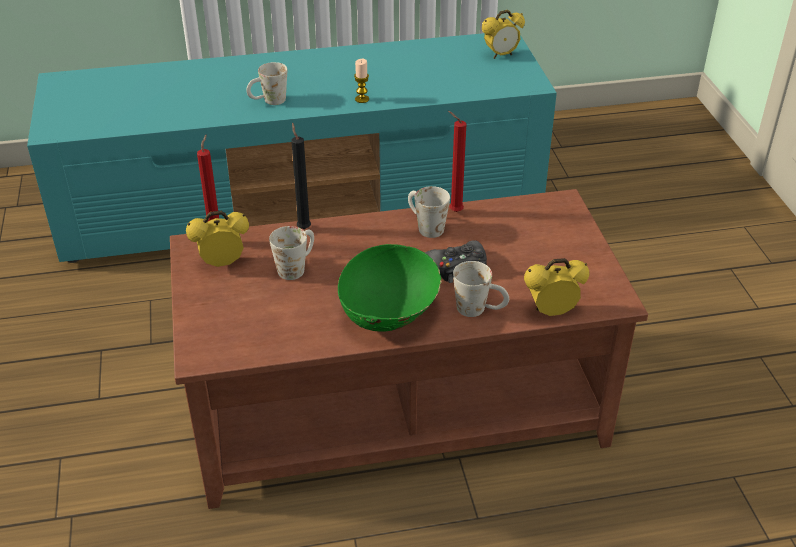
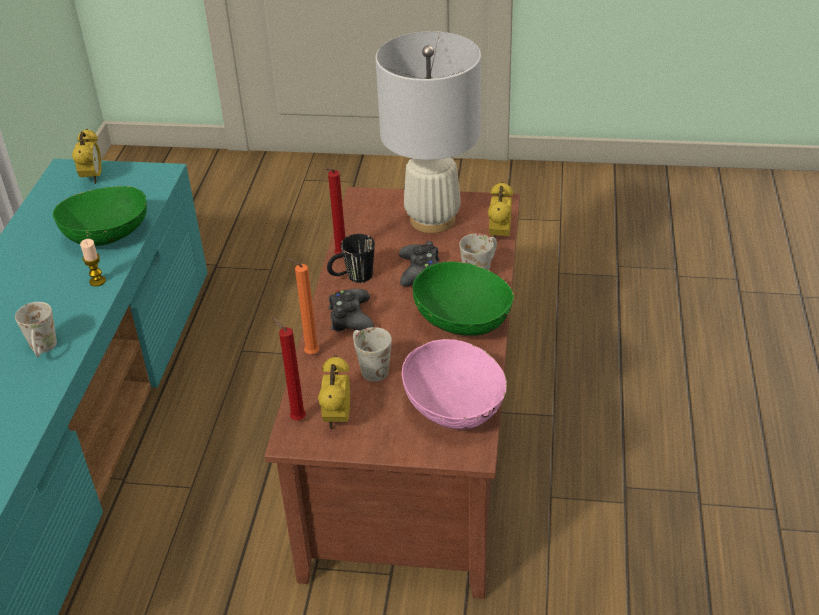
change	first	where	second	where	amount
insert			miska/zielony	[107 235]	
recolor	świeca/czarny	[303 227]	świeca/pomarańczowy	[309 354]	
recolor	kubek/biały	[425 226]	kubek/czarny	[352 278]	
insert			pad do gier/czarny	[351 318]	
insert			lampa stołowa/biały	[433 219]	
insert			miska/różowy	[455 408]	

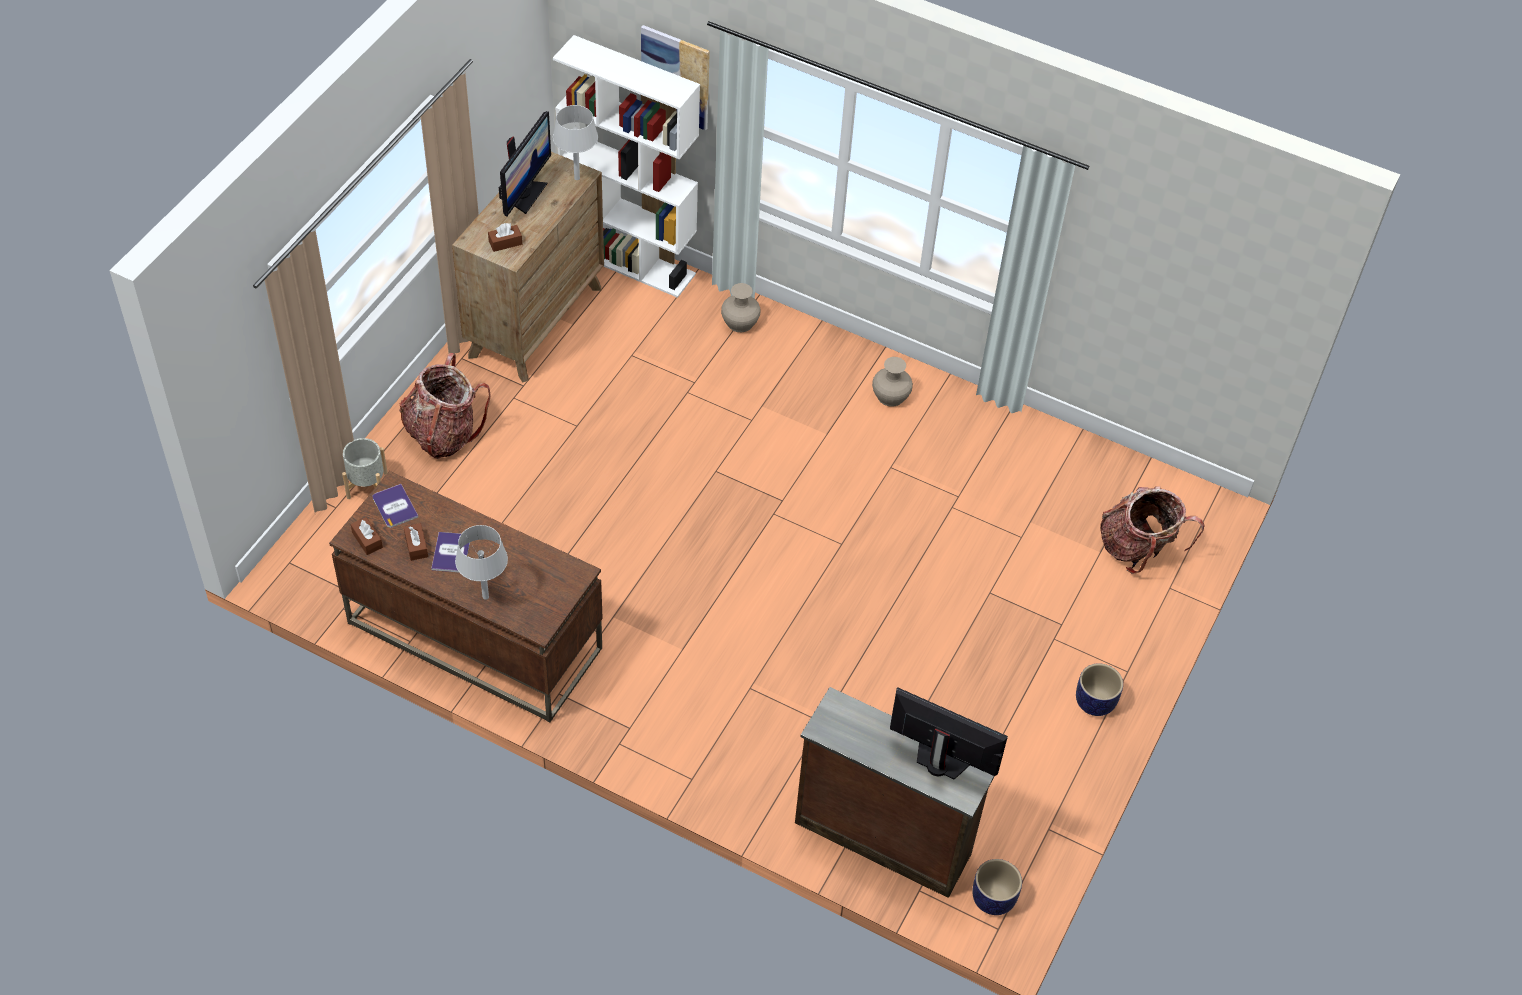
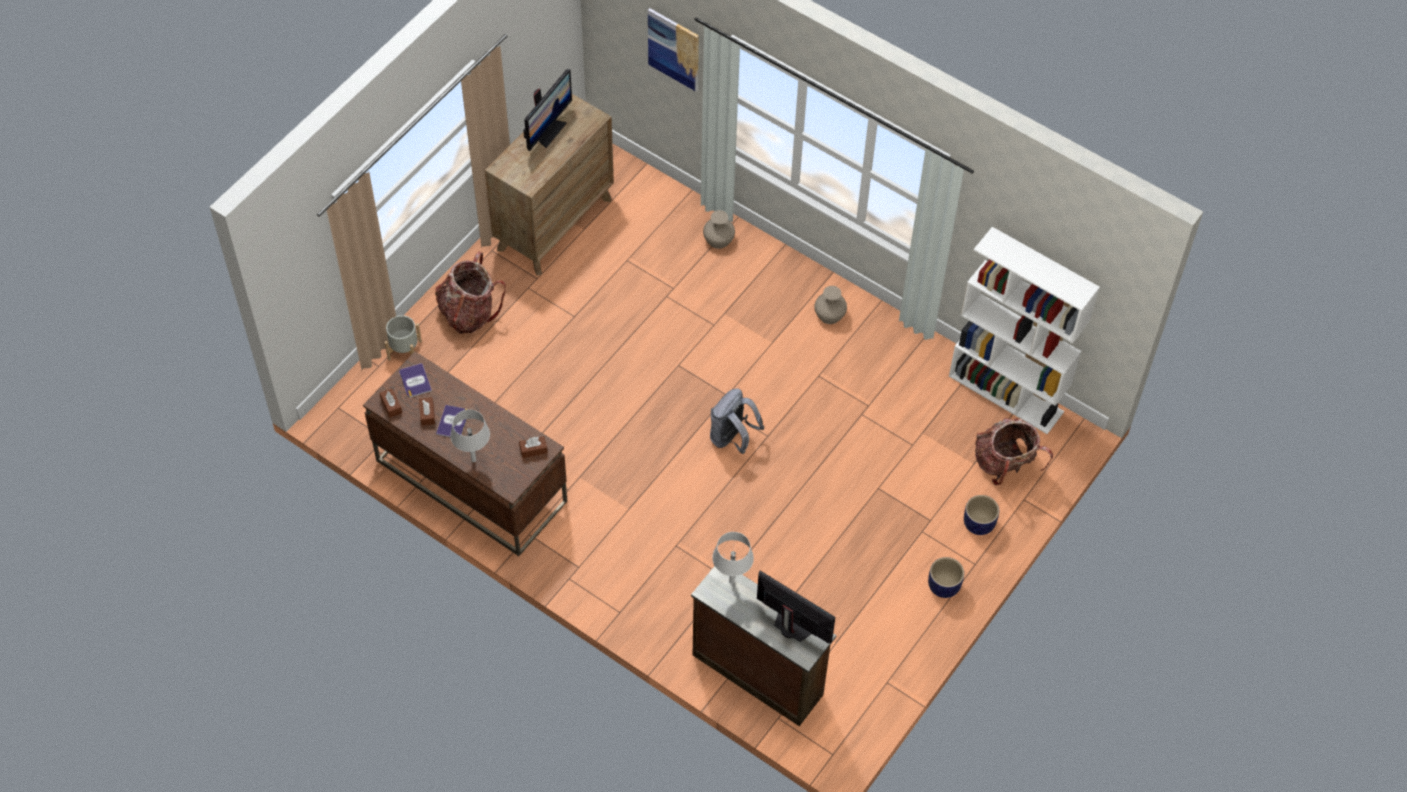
change	first	where	second	where	amount
move	pudełko chusteczek/brązowy	[505 243]		[533 450]	
insert			plecak/szary	[732 438]	
move	lampa stołowa/szary	[577 178]		[732 581]	
move	regał/biały	[629 261]		[1007 394]	
move	donica	[993 899]		[979 524]	

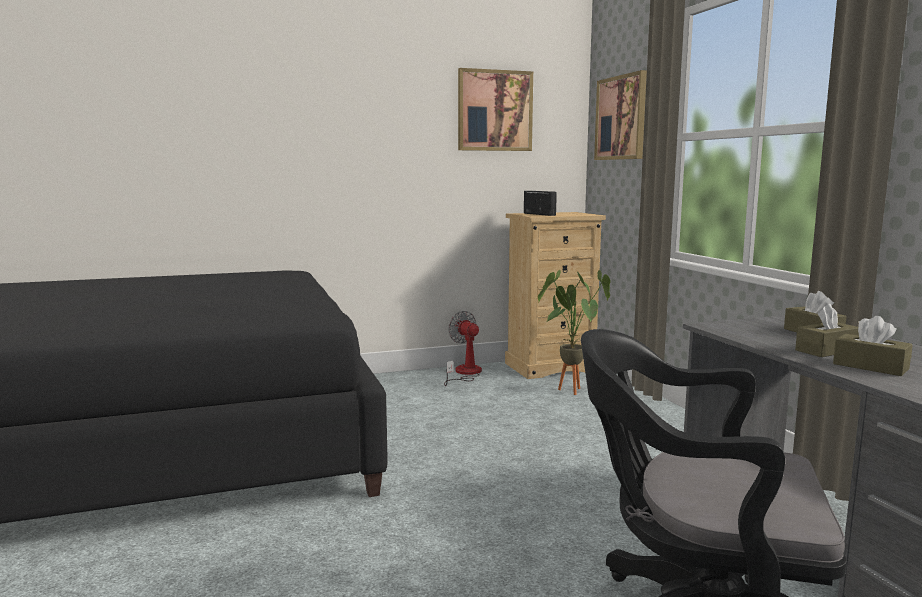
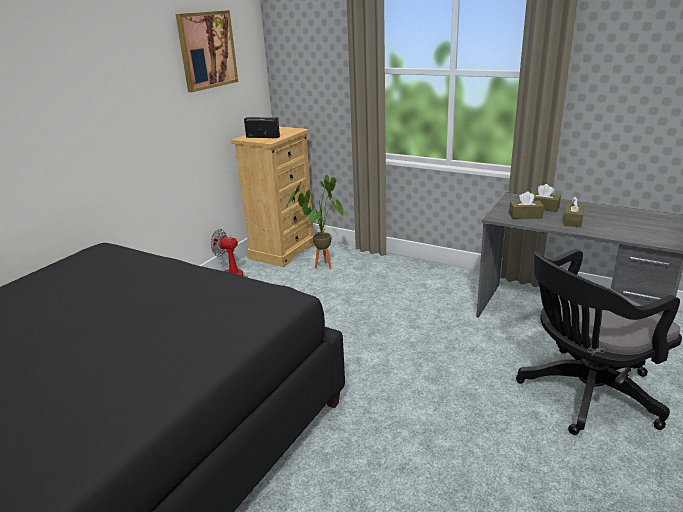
change	first	where	second	where	amount
move	pudełko chusteczek/brązowy	[870 366]		[525 215]	
delete	obraz	[621 118]			

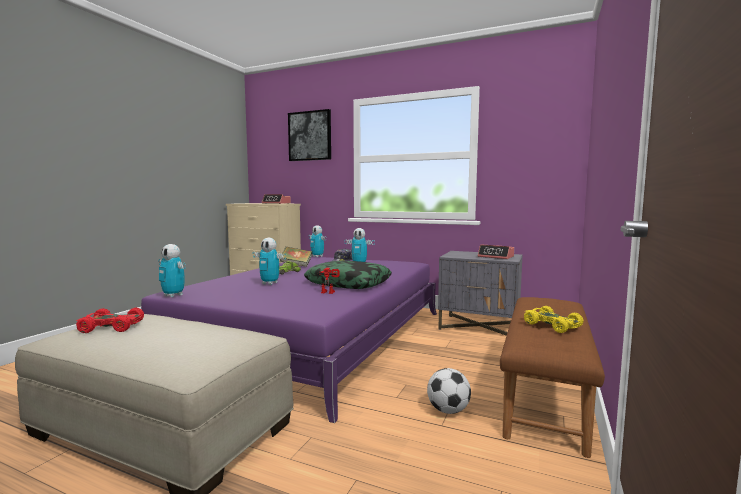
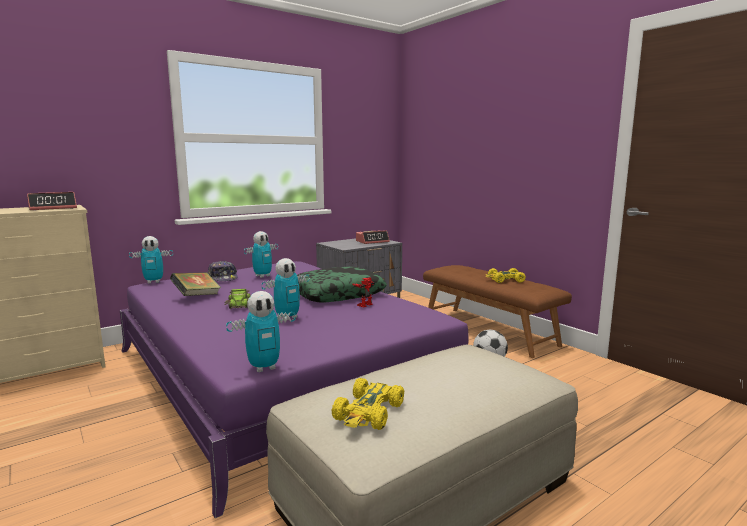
change	first	where	second	where	amount
recolor	samochodzik/czerwony	[111 327]	samochodzik/żółty	[369 413]	
delete	obraz	[310 136]			

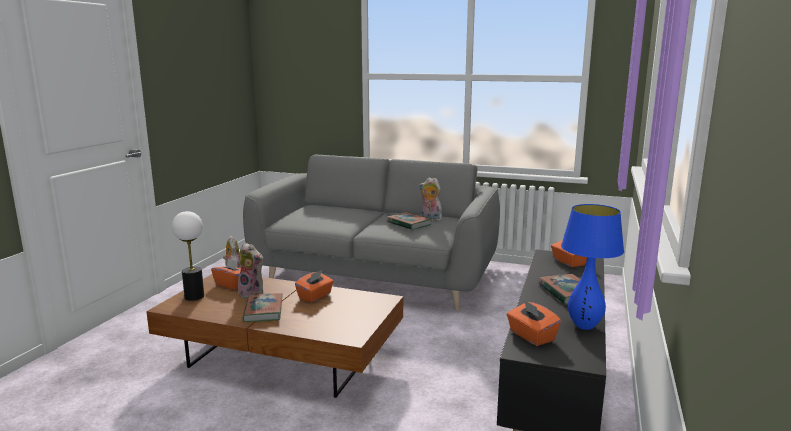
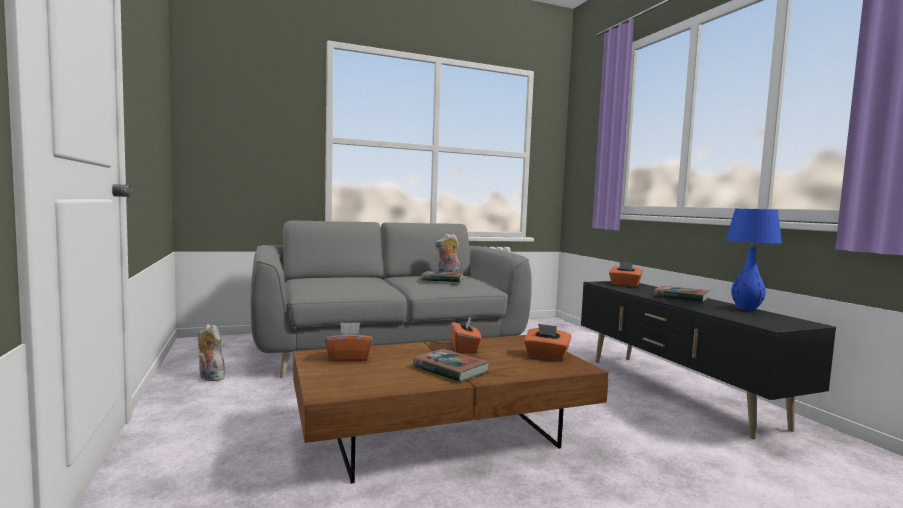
change	first	where	second	where	amount
move	pudełko chusteczek/pomarańczowy	[531 336]		[546 356]	
delete	lampa stołowa	[194 296]			
delete	pluszak	[253 294]			

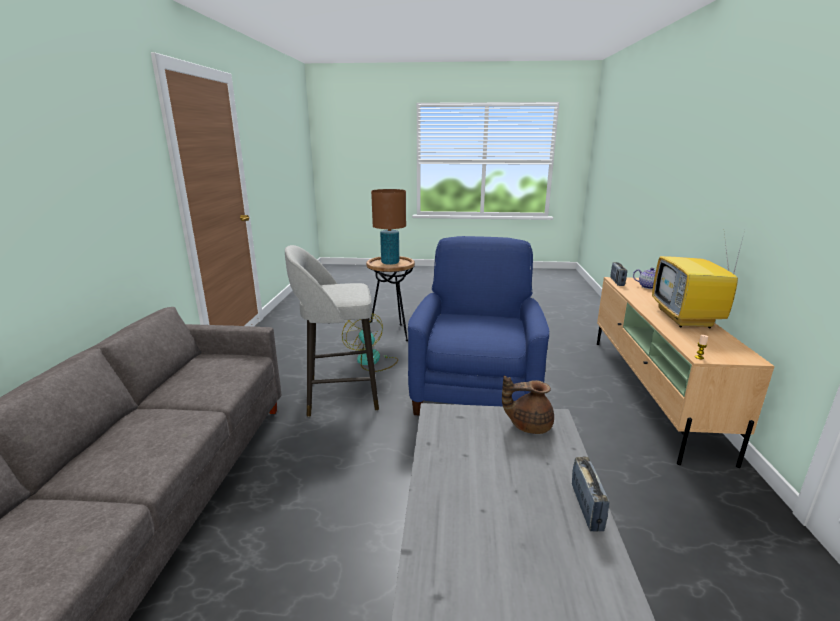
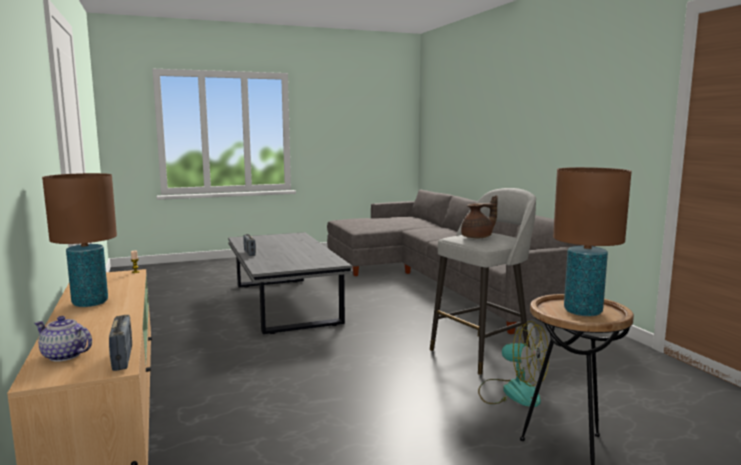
change	first	where	second	where	amount
replace	telewizor	[686 319]	lampa stołowa/brązowy	[90 303]	
move	imbryk/brązowy	[528 425]		[478 237]	
delete	fotel/niebieski	[475 390]			

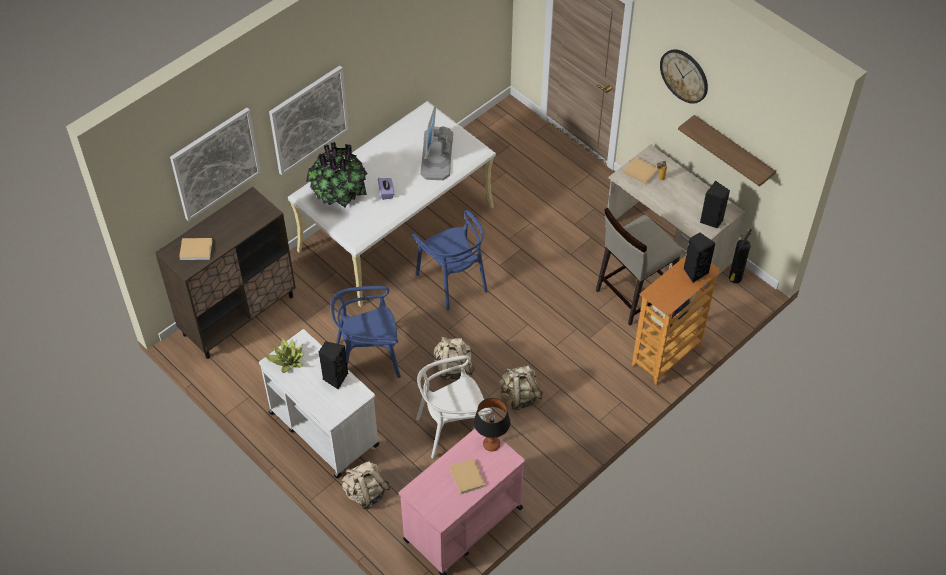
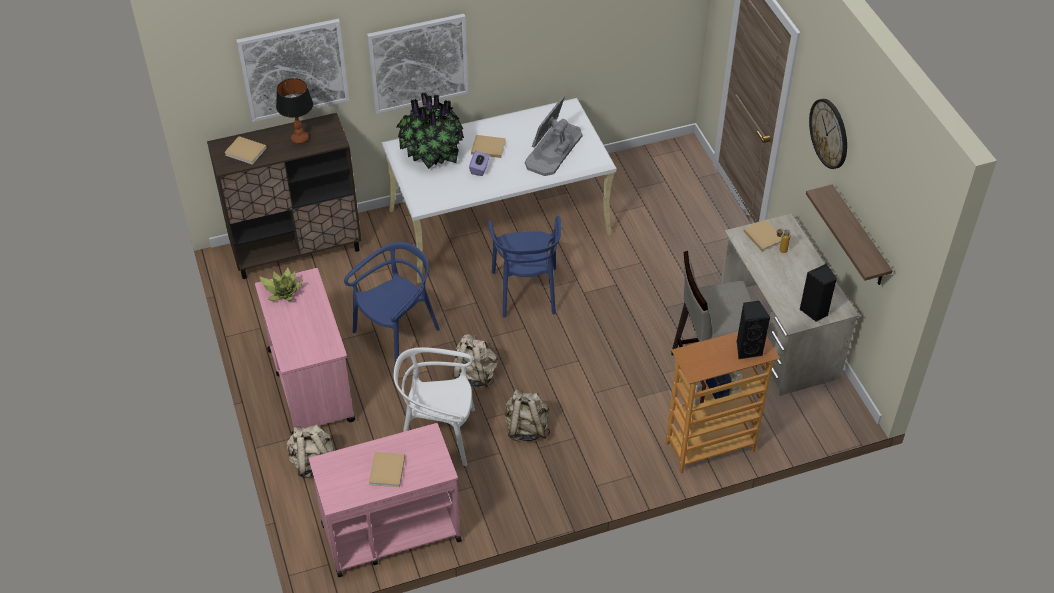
change	first	where	second	where	amount
recolor	wózek/biały	[323 428]	wózek/różowy	[311 384]	
move	lampa stołowa	[491 445]		[300 139]	
rotate	krzesło/niebieski	[369 357]		[397 333]	120 degrees clockwise
insert			książka/beżowy	[487 147]	
delete	głośnik/czarny	[335 378]			
delete	gaśnica	[734 279]			

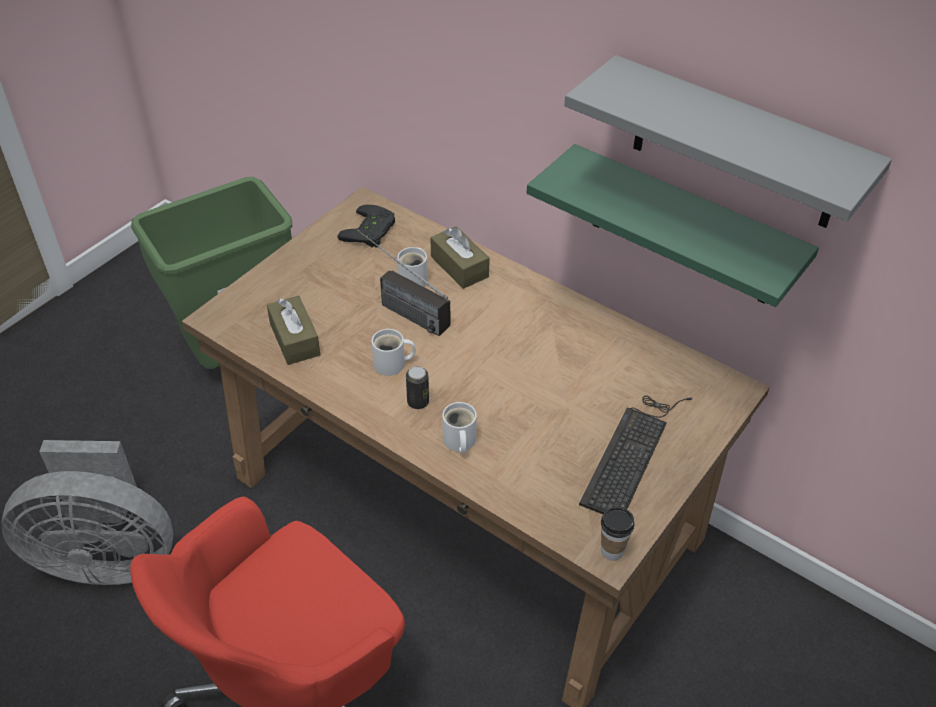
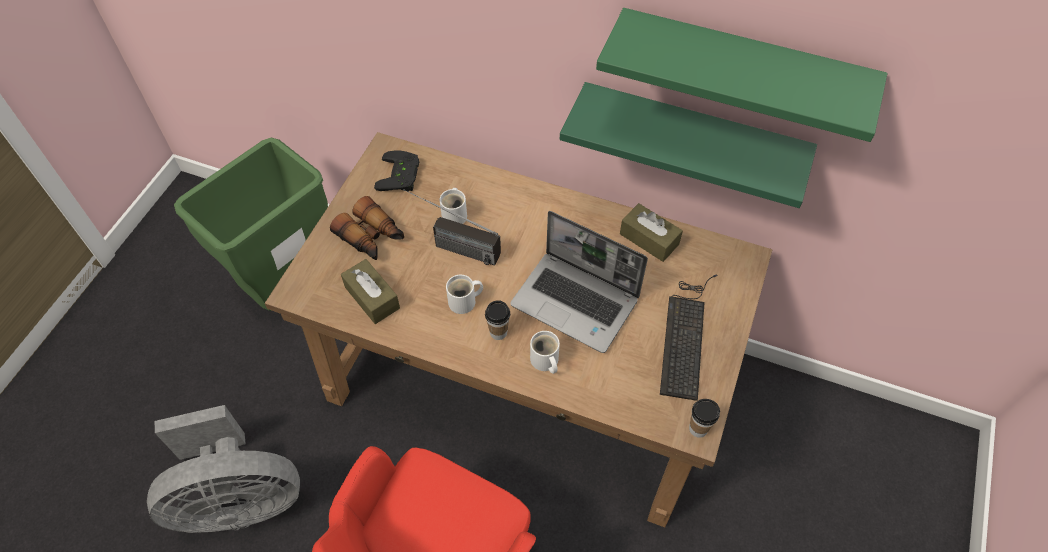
change	first	where	second	where	amount
insert			lornetka	[371 237]	
replace	puszka	[418 402]	filiżanka	[498 332]	
insert			laptop	[576 302]	
recolor	półka/szary	[736 145]	półka/zielony	[741 72]	
move	pudełko chusteczek/brązowy	[459 266]		[649 239]	

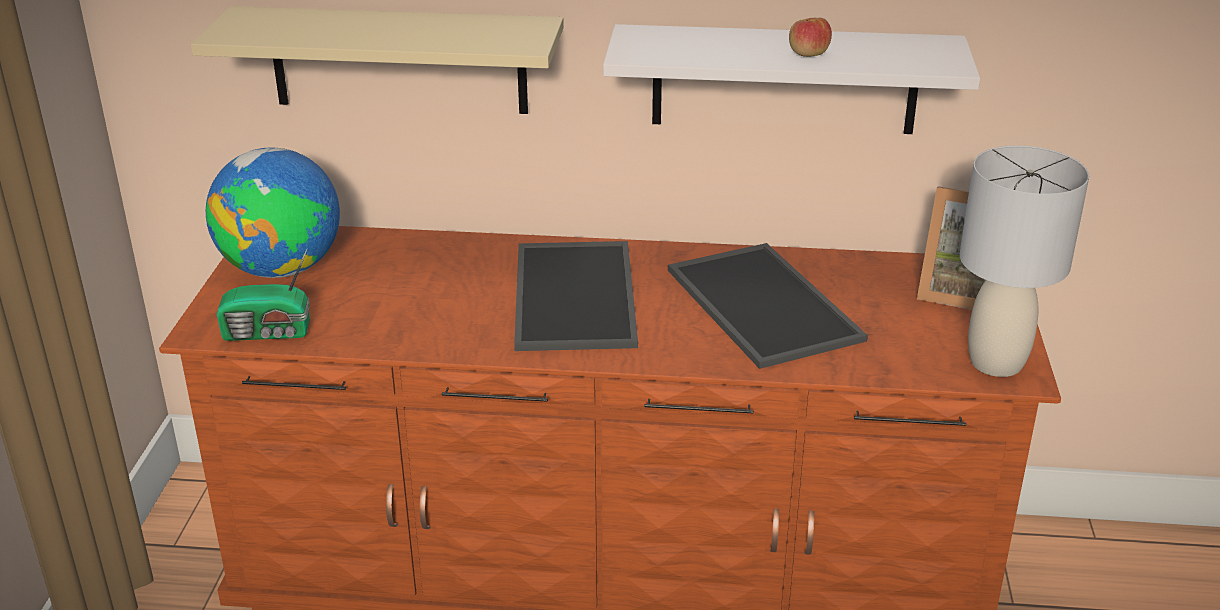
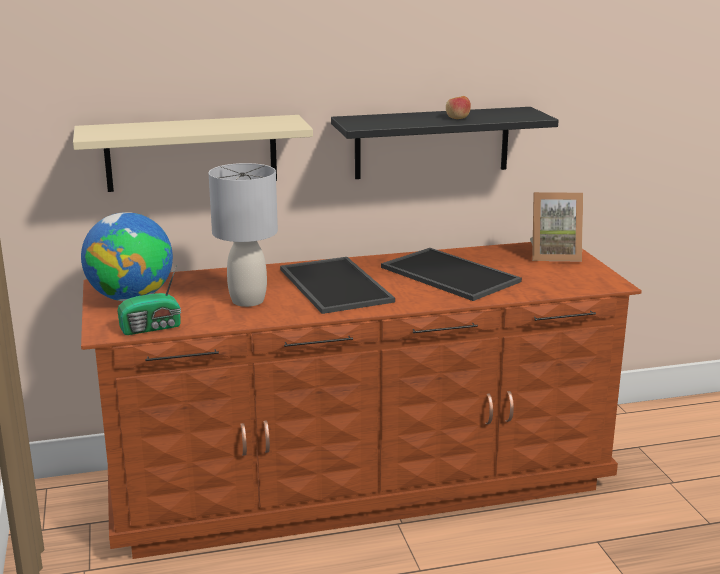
change	first	where	second	where	amount
move	lampa stołowa/szary	[996 362]		[248 300]	
recolor	półka/biały	[784 79]	półka/czarny	[432 142]	

